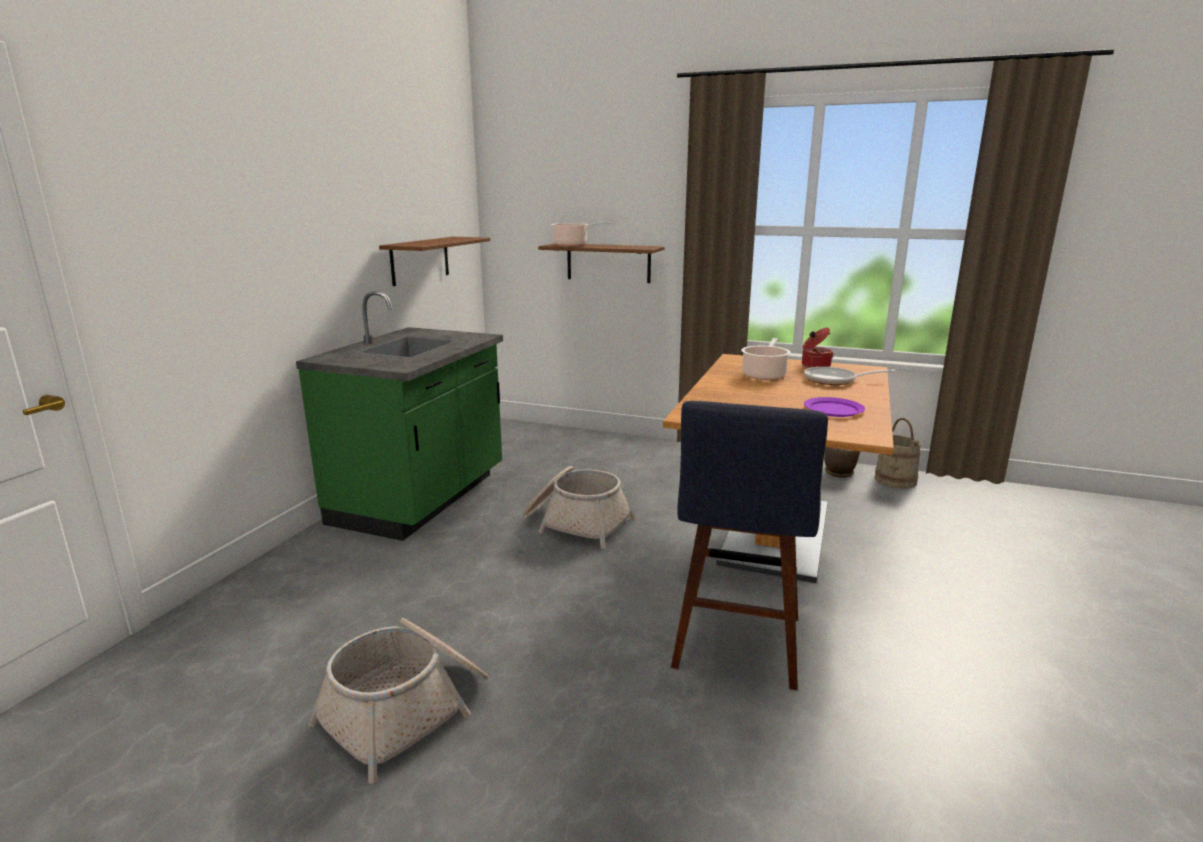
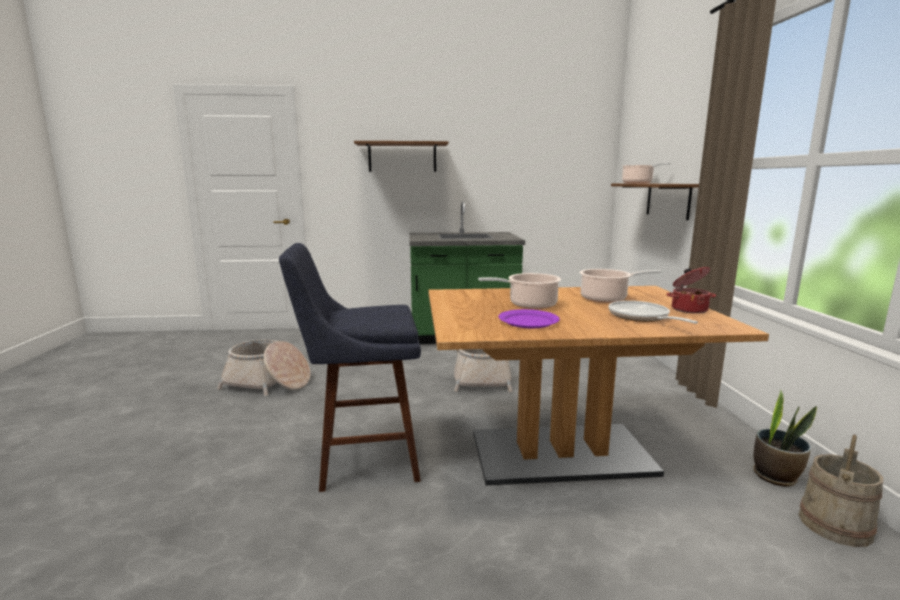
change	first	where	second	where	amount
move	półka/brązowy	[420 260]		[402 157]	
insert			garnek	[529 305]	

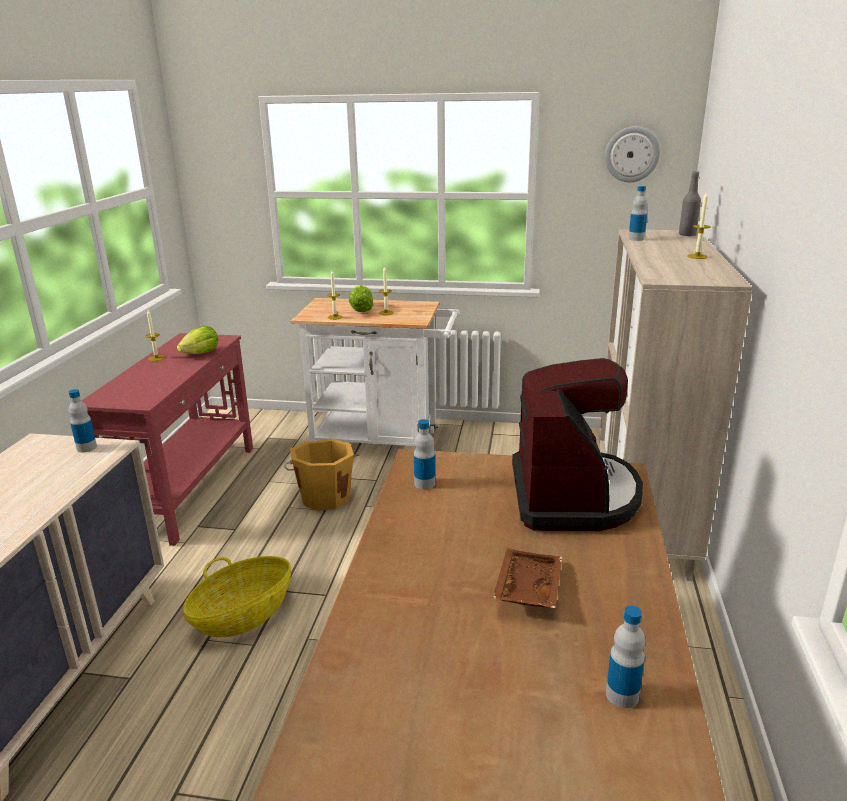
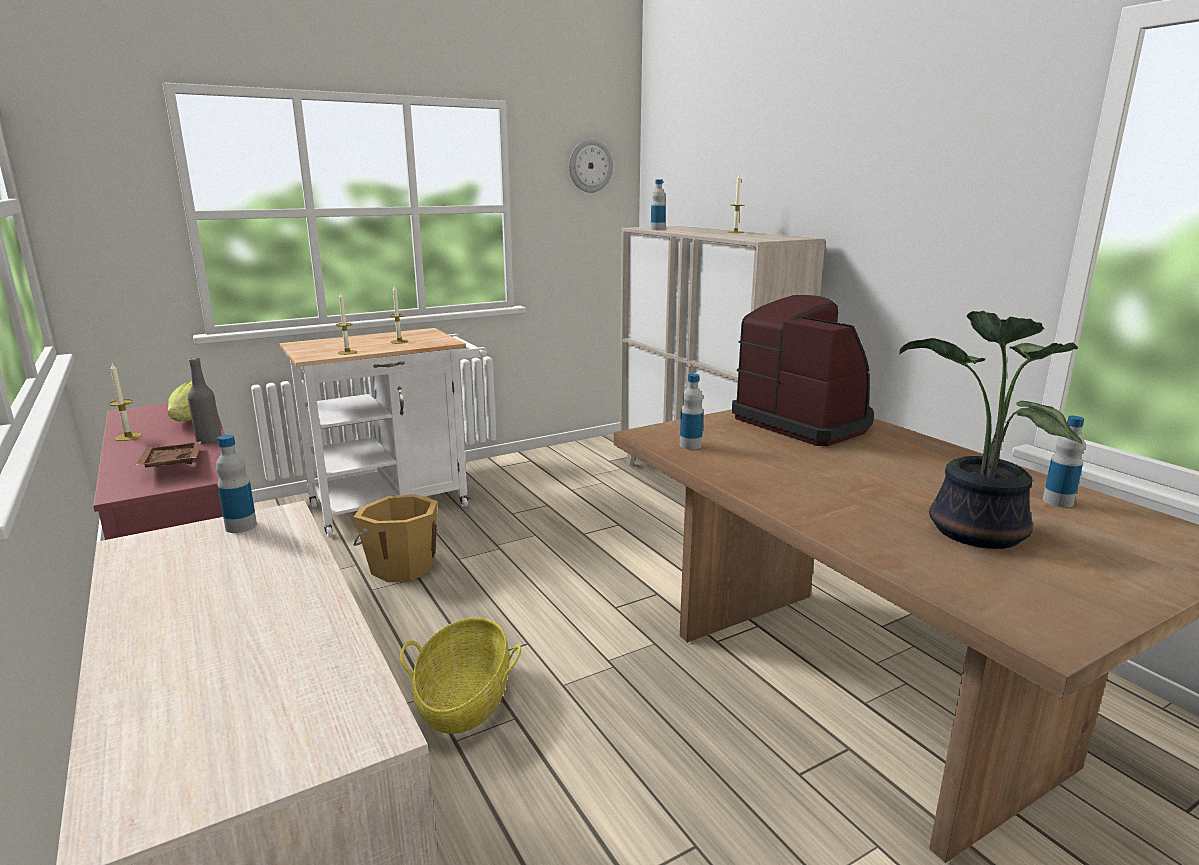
change	first	where	second	where	amount
move	taca/brązowy	[526 588]		[170 465]	
move	butelka/szary	[687 235]		[209 440]	
insert			roślina doniczkowa	[971 532]	
delete	sałata	[361 309]			

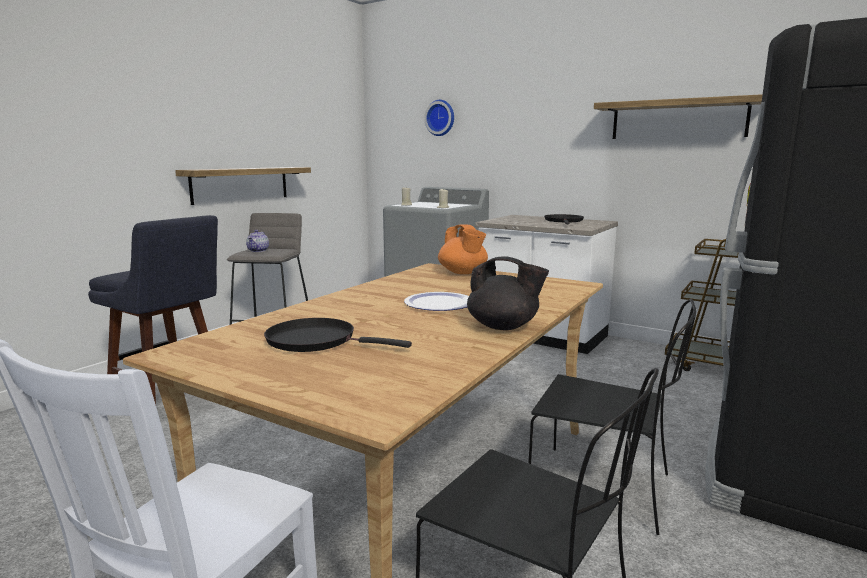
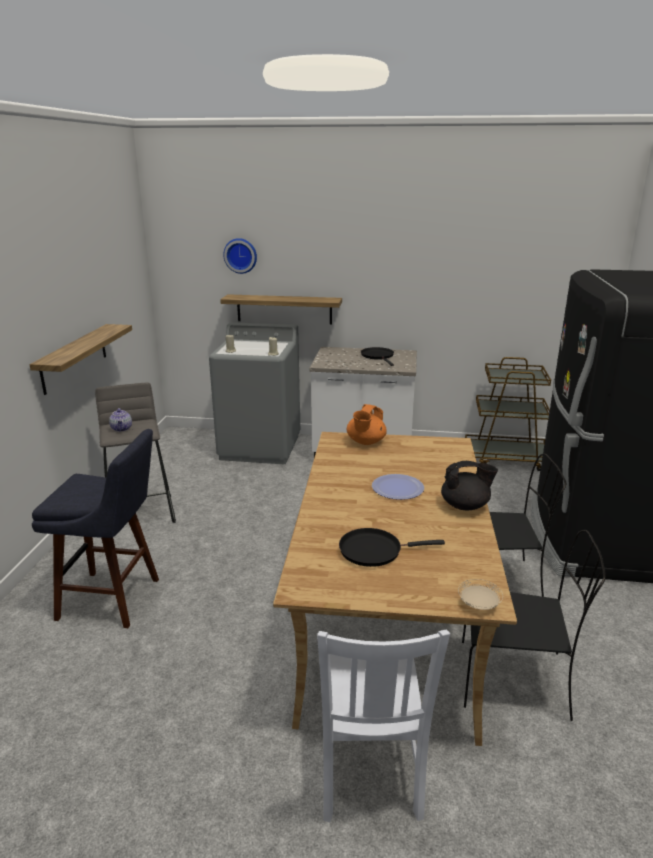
change	first	where	second	where	amount
move	półka	[678 119]		[284 309]	
rotate	imbryk/pomarańczowy	[463 273]		[365 442]	75 degrees clockwise
insert			talerz/beżowy	[478 604]	

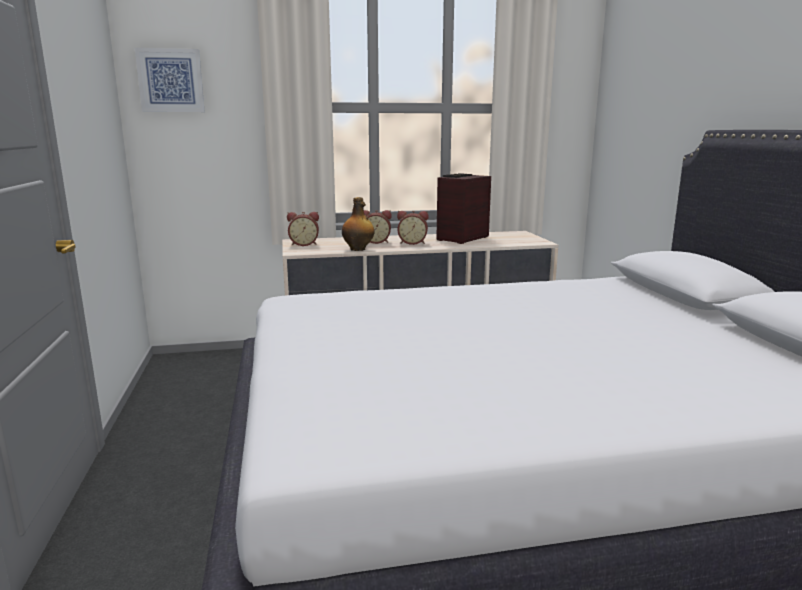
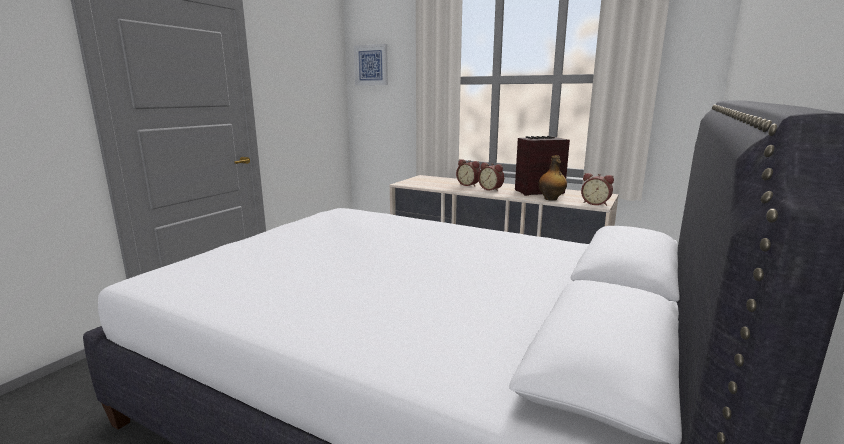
change	first	where	second	where	amount
move	butelka	[358 249]		[551 199]	
move	budzik	[304 244]		[595 203]	

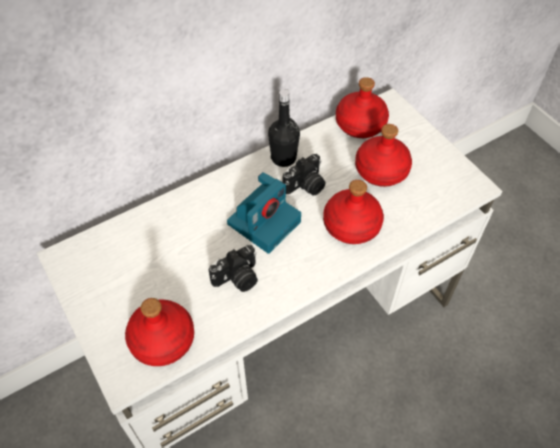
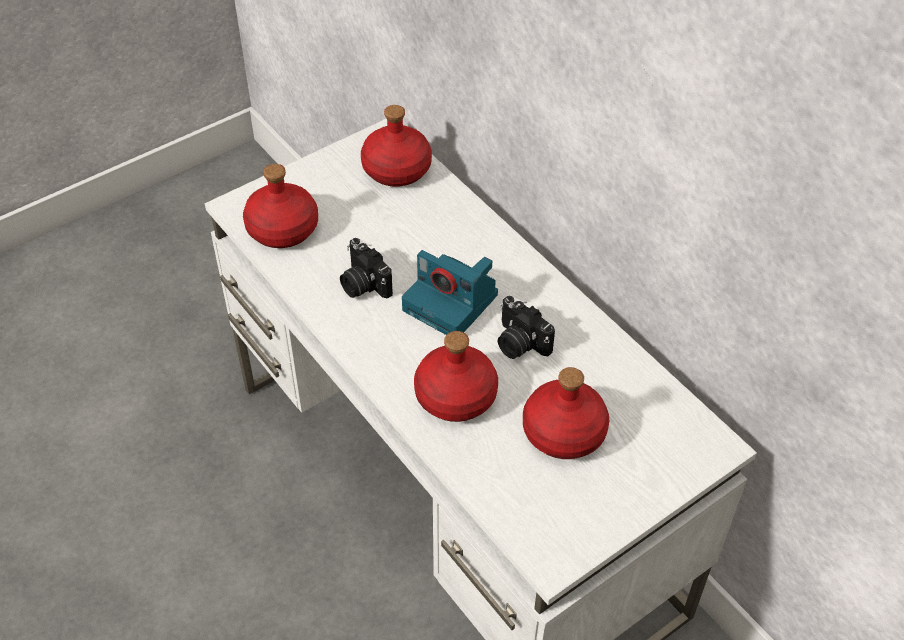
change	first	where	second	where	amount
move	butelka/czerwony	[360 124]		[397 169]	
delete	butelka/czarny	[283 158]			

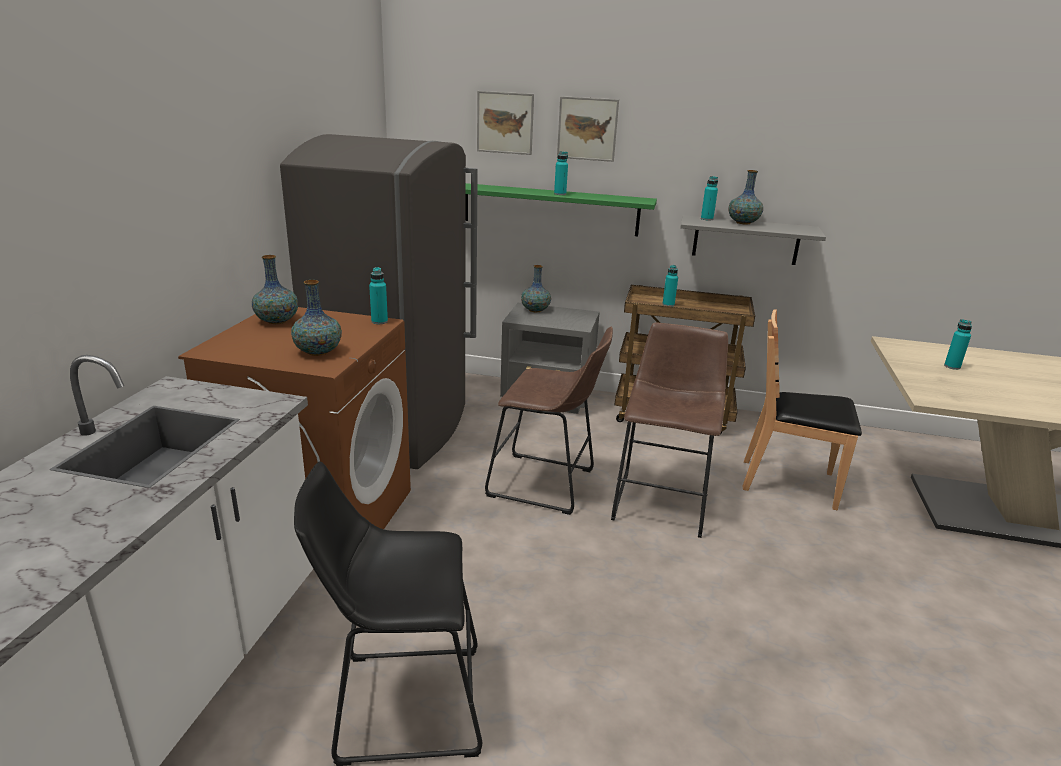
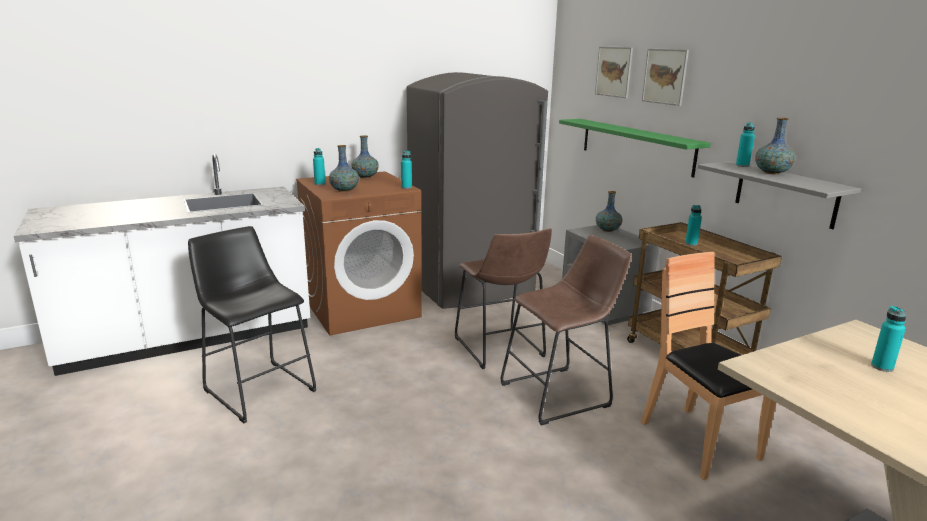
change	first	where	second	where	amount
move	butelka/turkusowy	[560 194]		[320 184]	

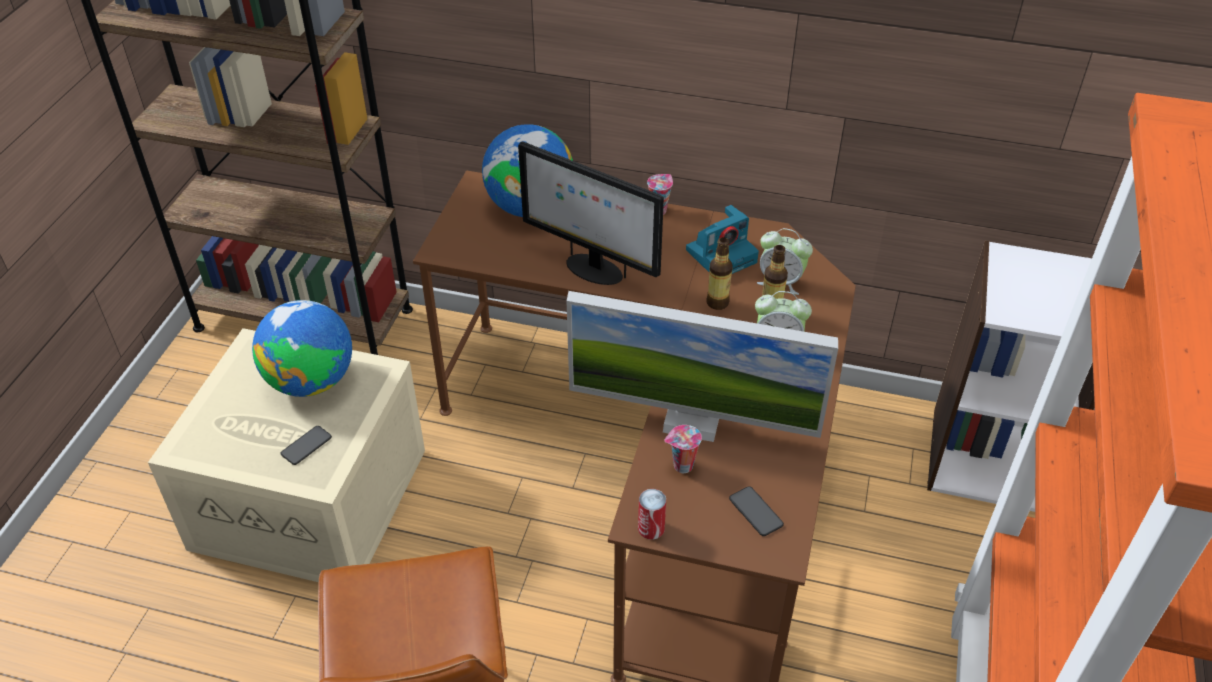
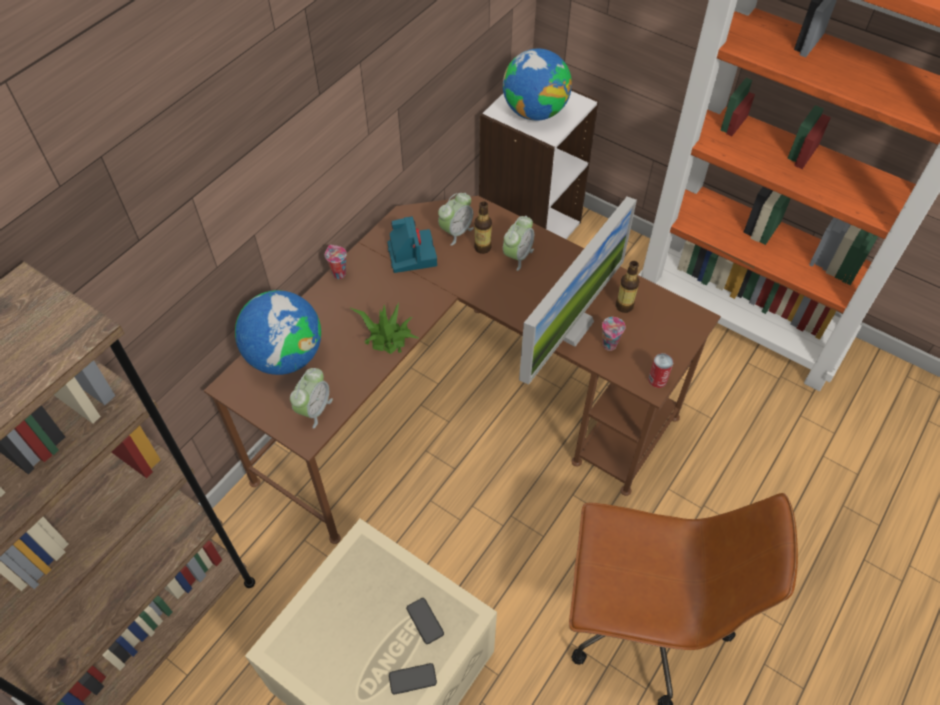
change	first	where	second	where	amount
insert			budzik	[314 409]	
replace	monitor	[592 269]	roślina doniczkowa	[387 336]	
move	telefon	[755 512]		[412 679]	
move	globus	[311 381]		[535 112]	
move	butelka	[717 302]		[624 306]	

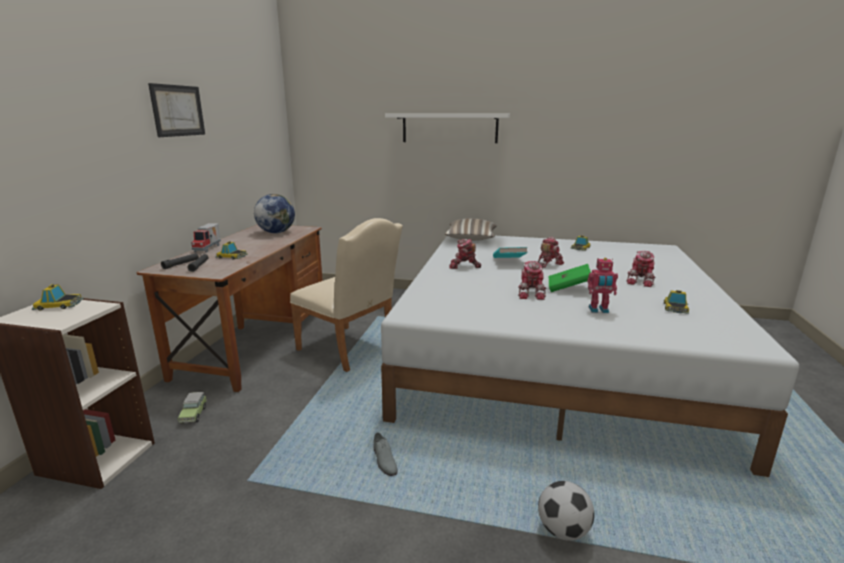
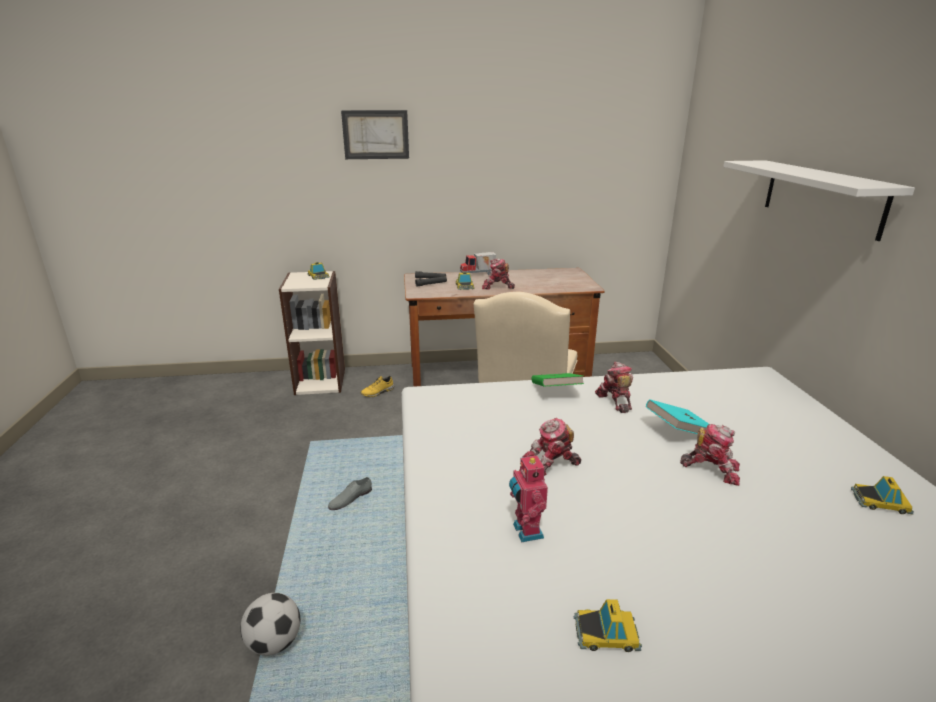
change	first	where	second	where	amount
move	obraz	[177 110]		[375 134]	
replace	samochodzik	[194 414]	but/żółty	[378 392]	
move	robot zabawkowy	[641 281]		[497 287]	
move	książka/zielony	[568 288]		[555 392]	
delete	globus	[276 232]			
delete	poduszka	[470 239]			

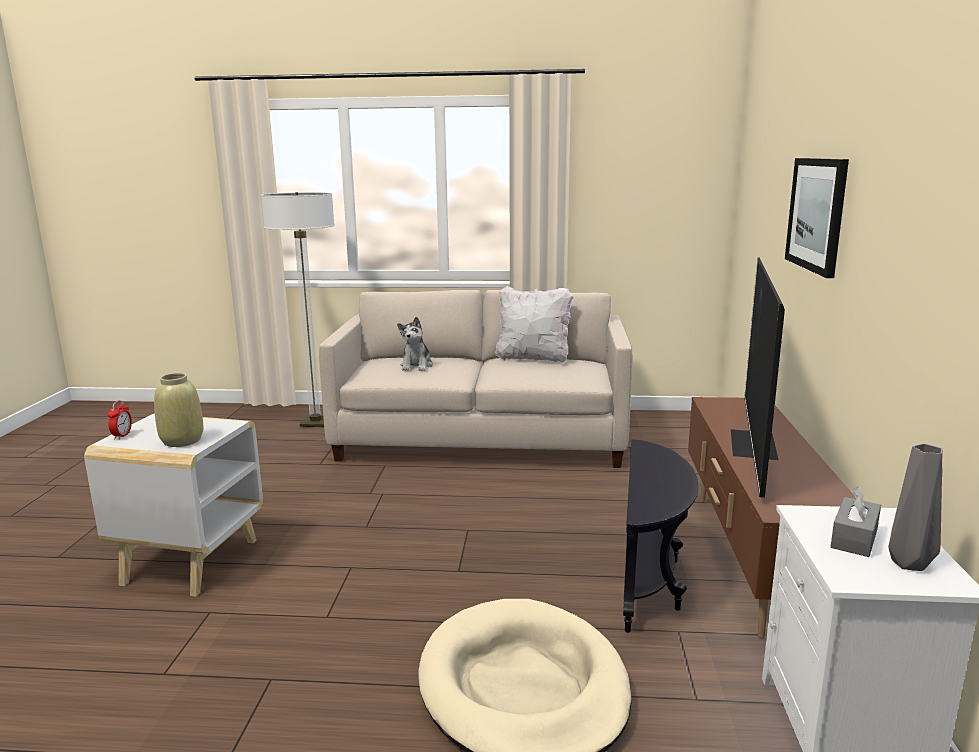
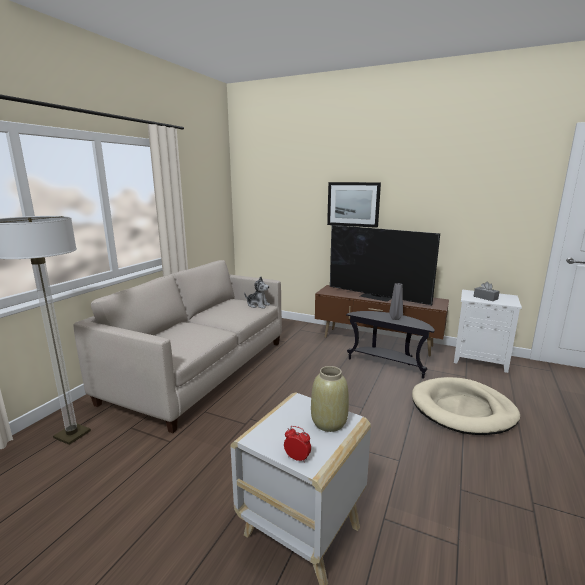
change	first	where	second	where	amount
move	pluszak	[416 366]		[258 305]	
move	wazon/szary	[906 564]		[395 318]	
delete	poduszka/biały	[533 359]			

